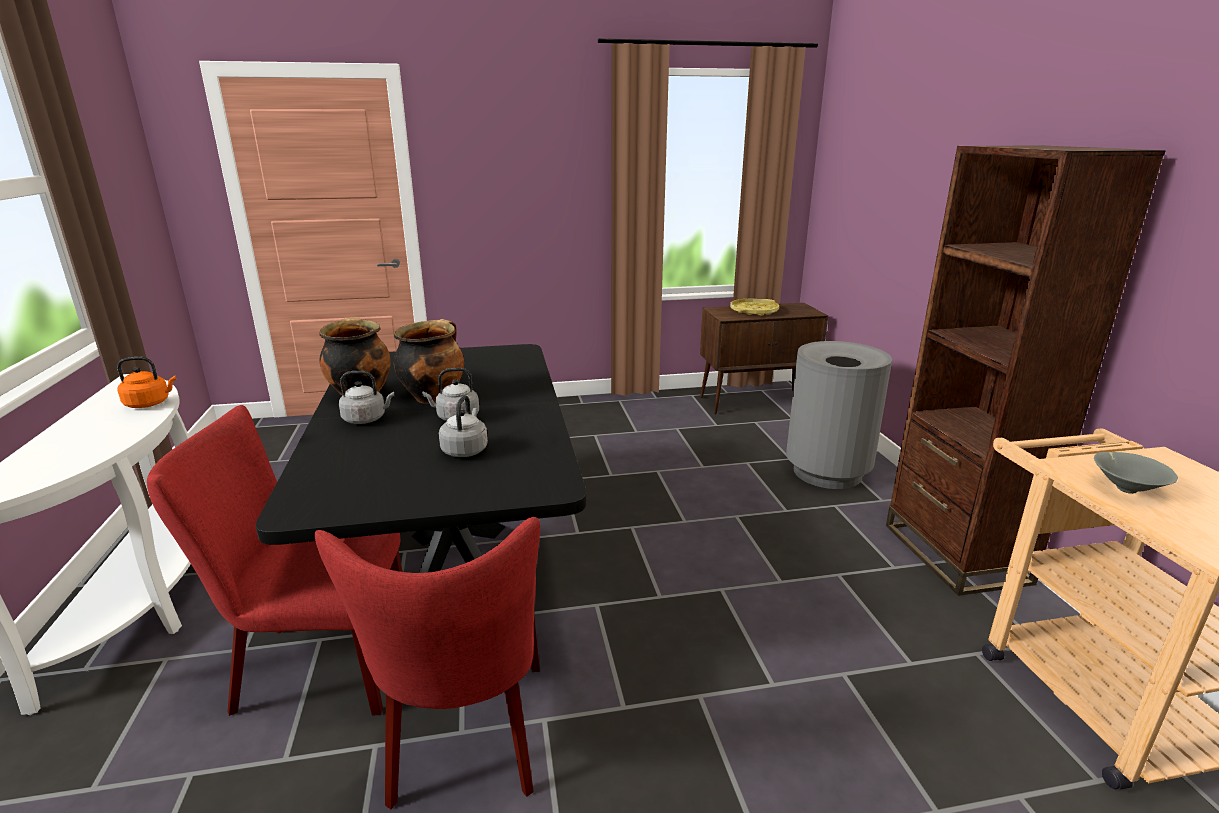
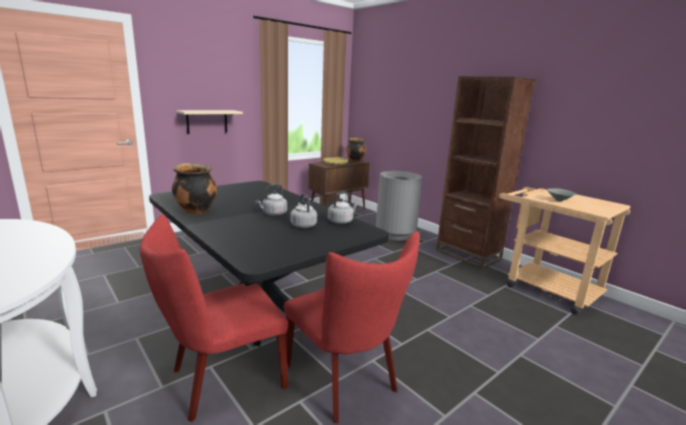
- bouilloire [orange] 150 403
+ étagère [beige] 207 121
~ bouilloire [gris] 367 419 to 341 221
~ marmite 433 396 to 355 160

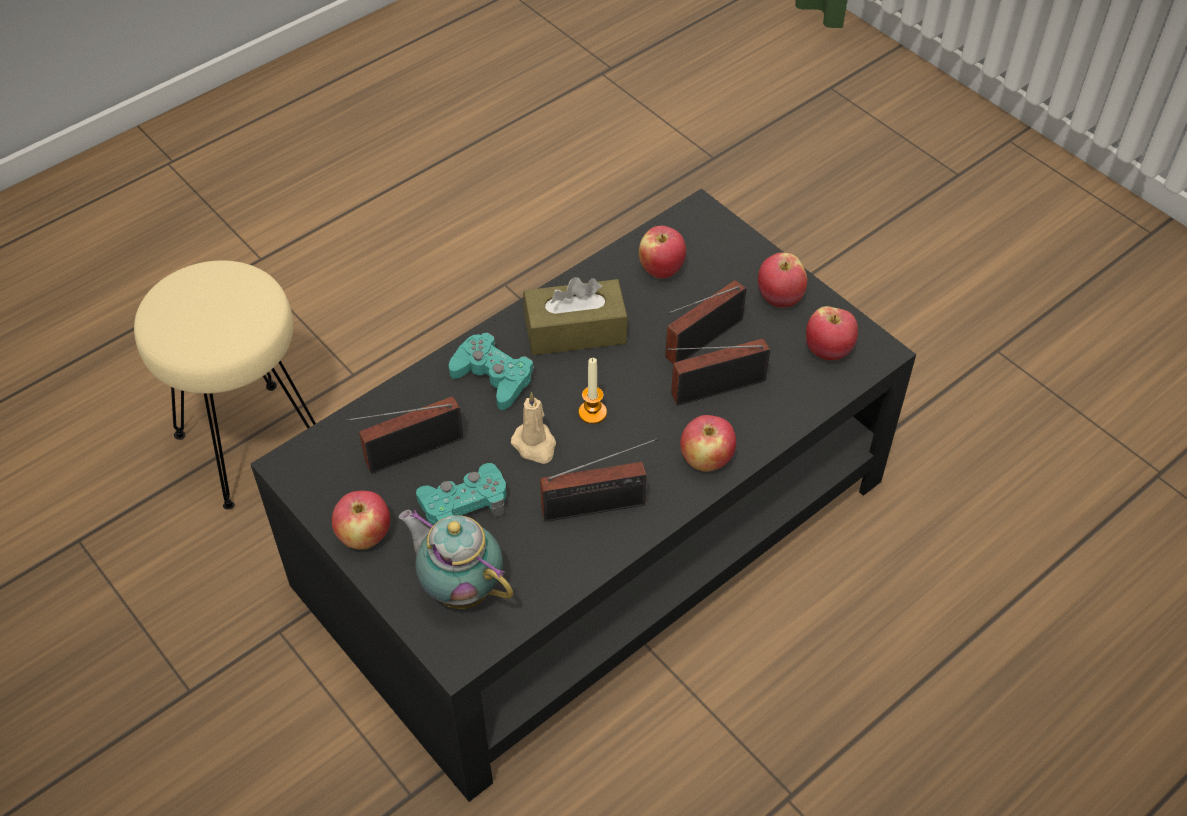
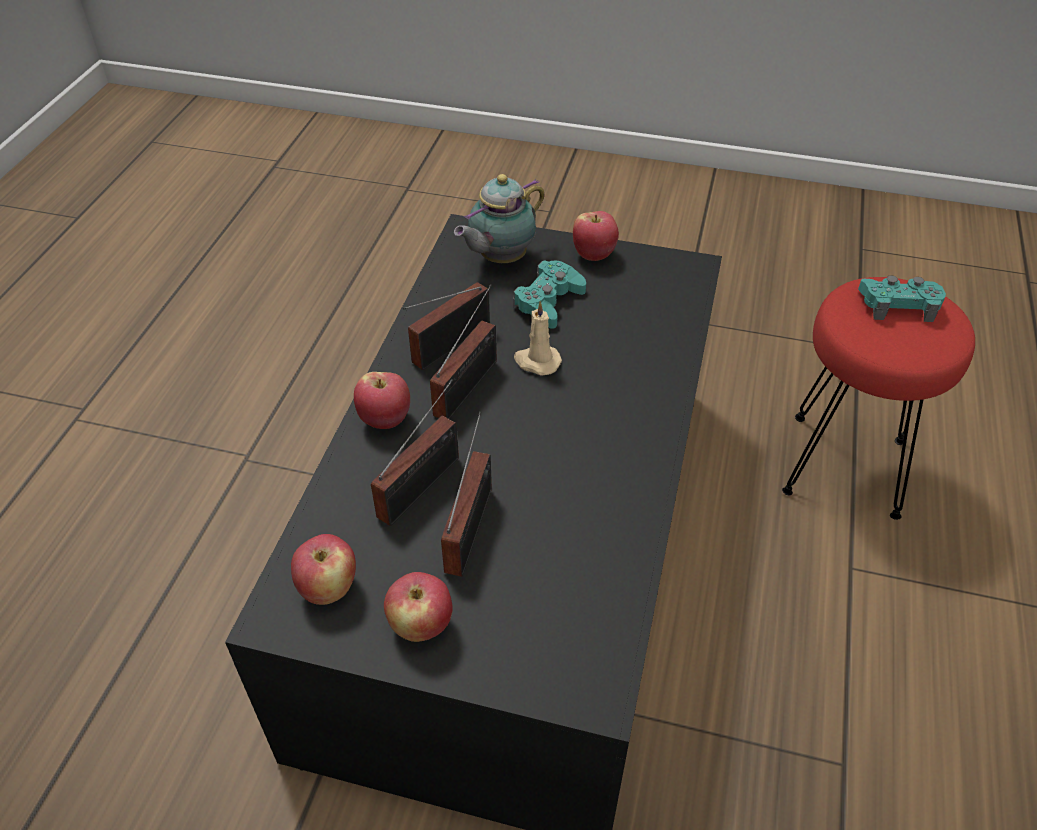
- boîte à mouchoirs [marron] 575 331
- bougie 592 412
- pomme 661 269
~ radio 408 451 to 469 385
~ manette [turquoise] 493 377 to 898 305
~ tabouret [beige] 252 446 to tabouret [rouge] 842 465
~ théière 460 587 = 500 259 135 degrees clockwise

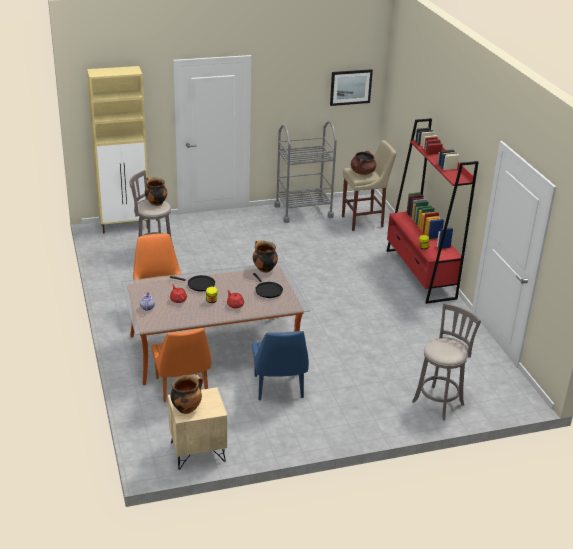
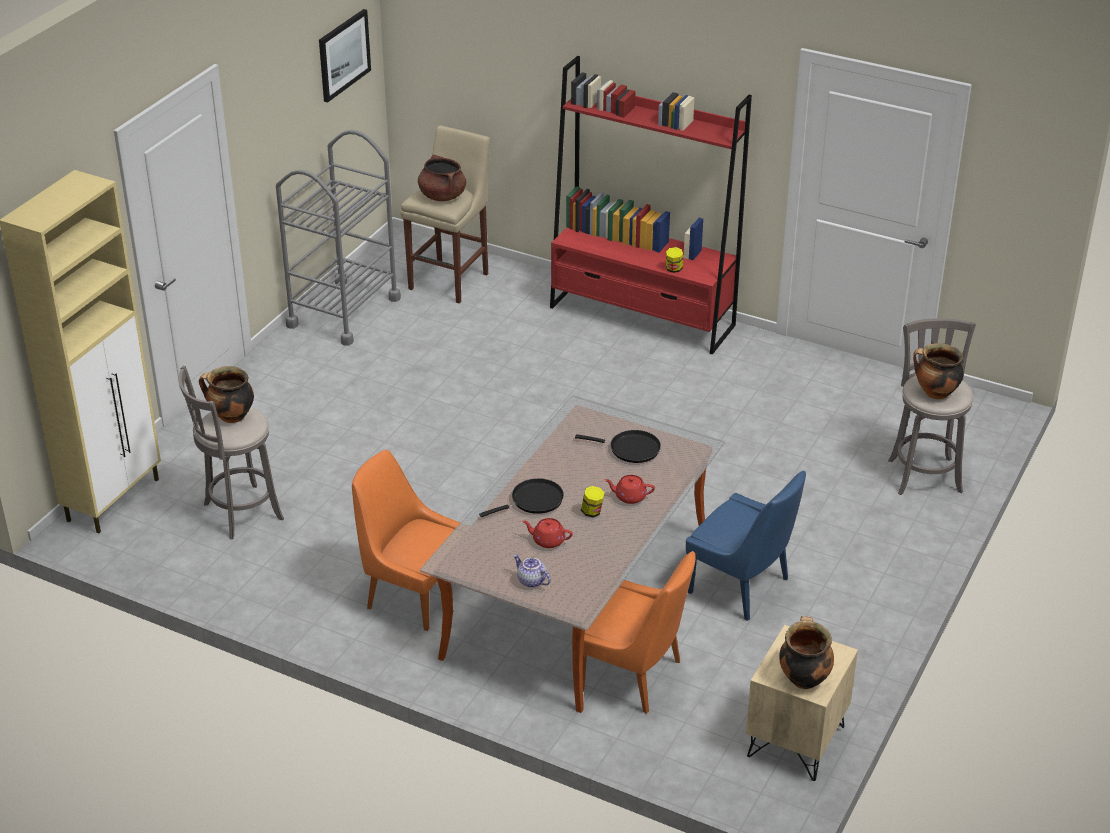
~ marmite 264 269 to 935 393

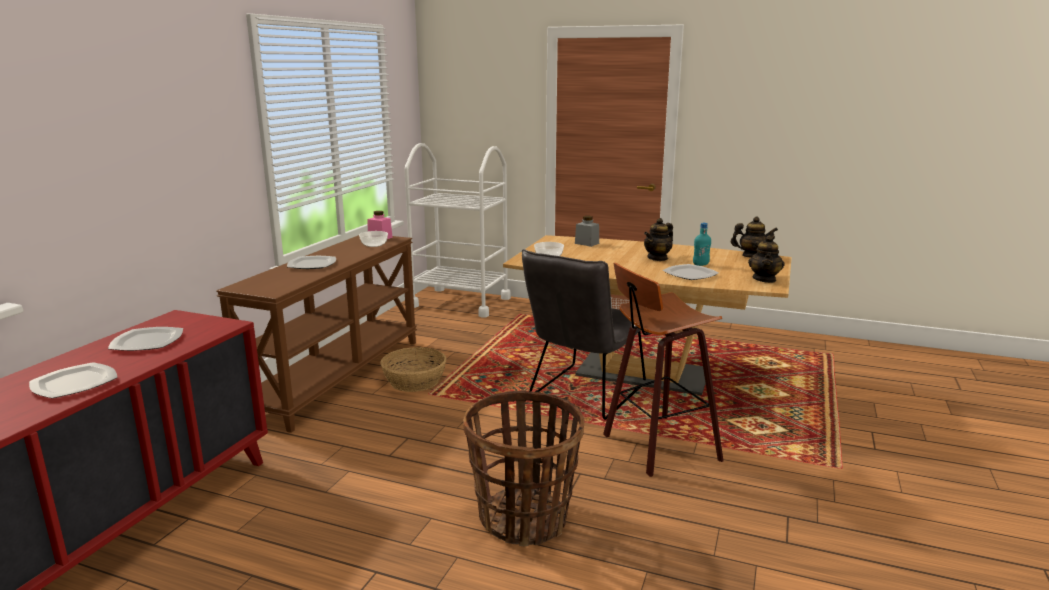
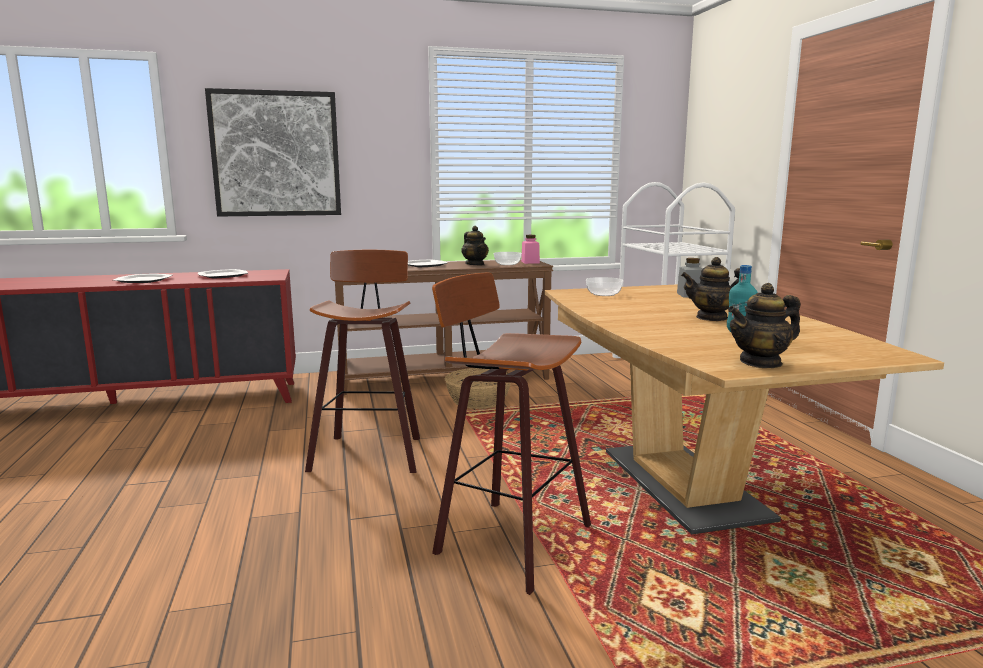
- panier 524 519
- chaise [gris] 583 394
- assiette 690 274
+ tableau 276 154
+ tabouret 369 452
~ théière 752 256 to 475 264

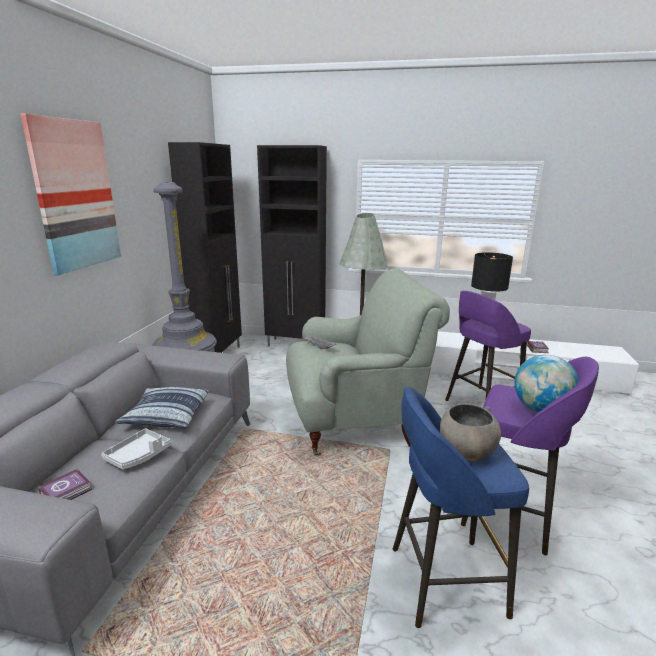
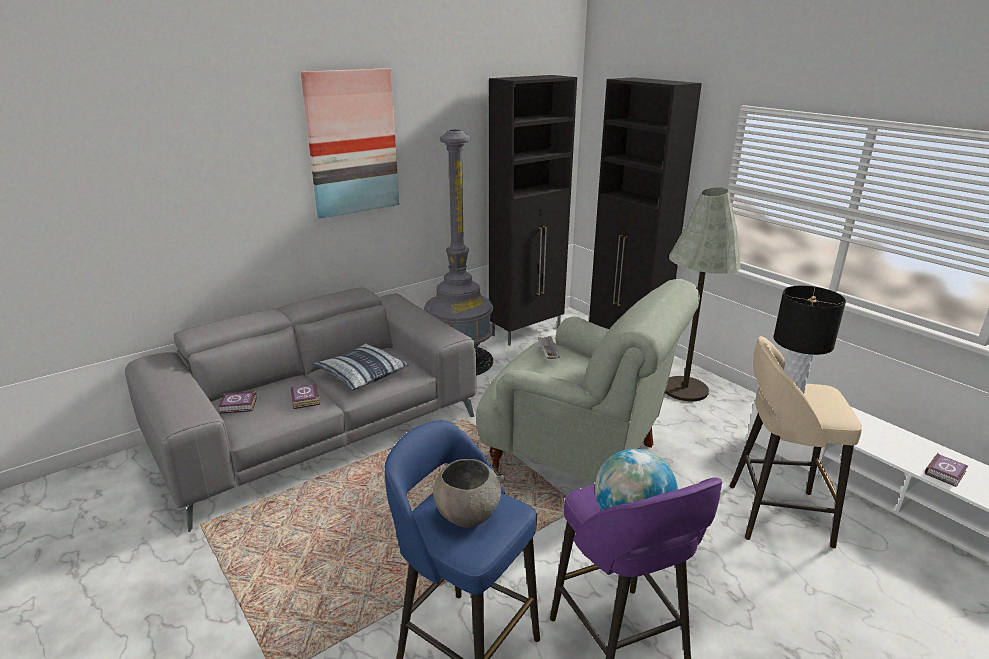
~ plateau [gris] 139 456 to livre 304 399
~ tabouret [violet] 480 405 to tabouret [beige] 775 514

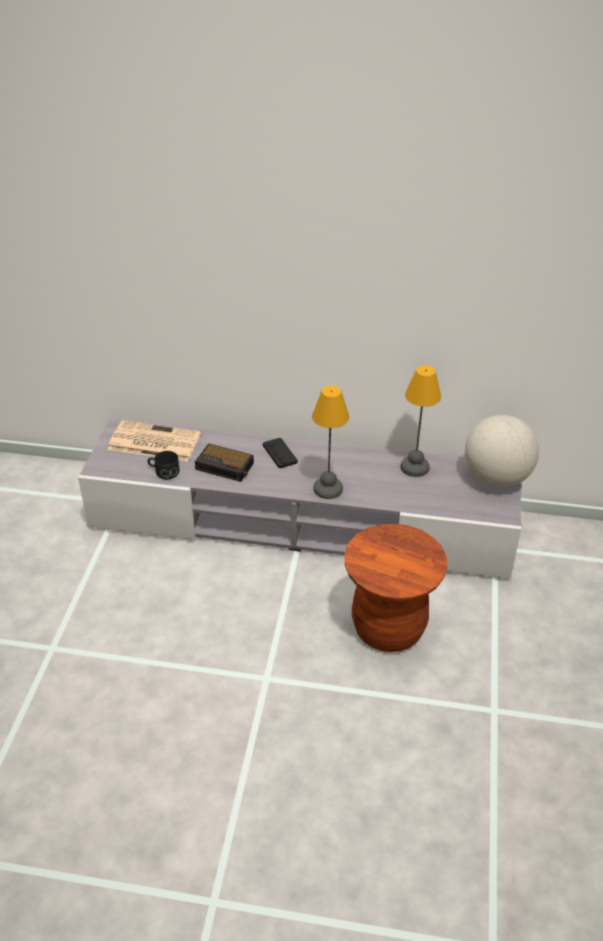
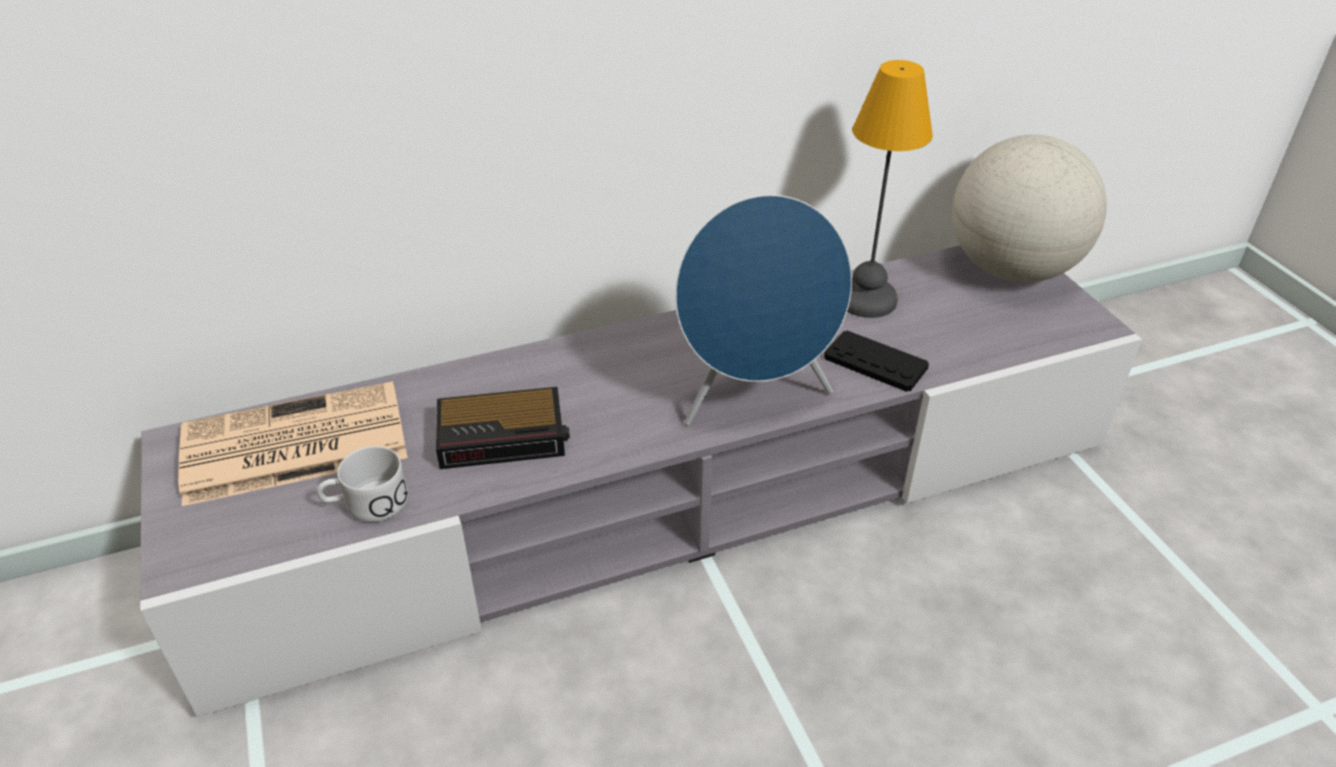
- tabouret [marron] 388 628
~ manette [noir] 279 454 to 875 362
~ lampe de table 328 488 to enceinte [bleu] 754 398
~ mug [noir] 163 472 to mug [blanc] 366 504

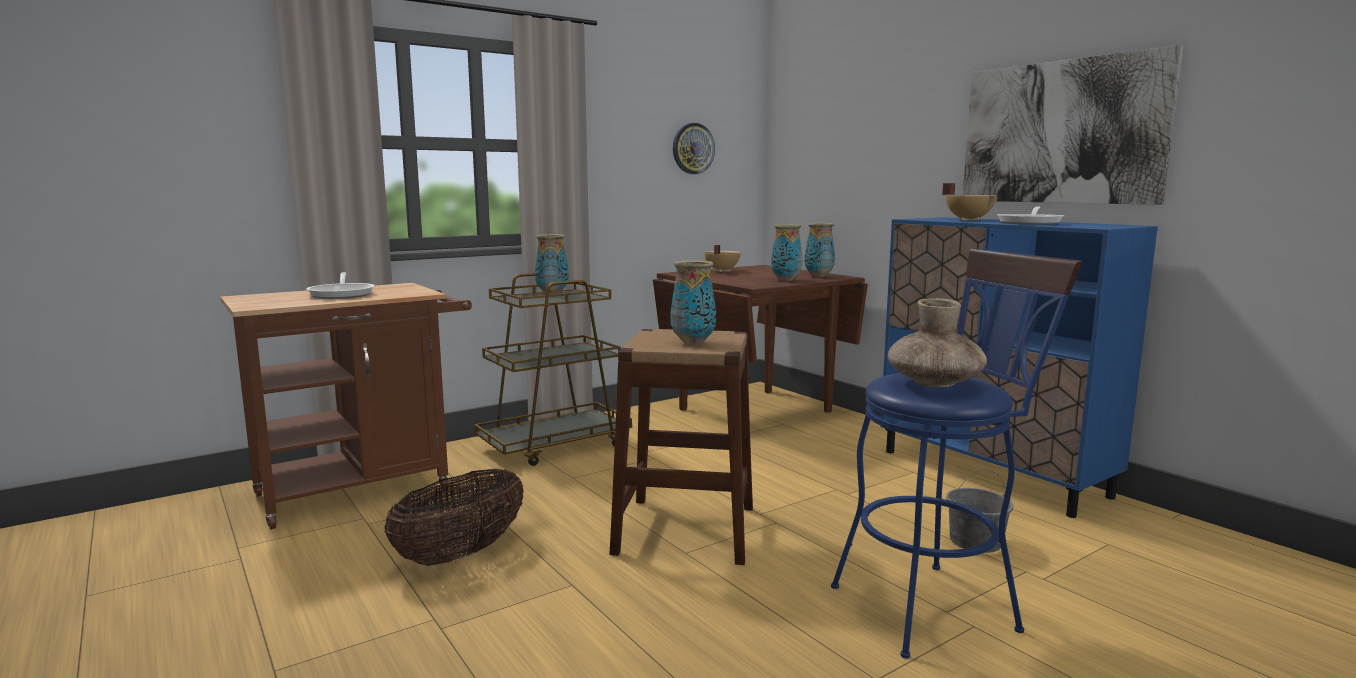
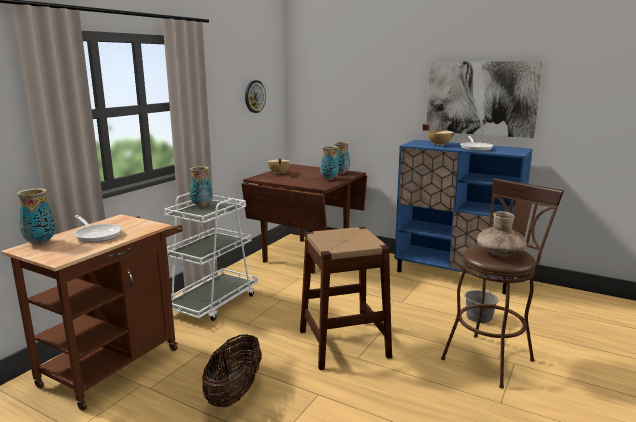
~ vase 693 342 to 40 243
~ chariot [marron] 555 445 to chariot [blanc] 212 302
~ tabouret [bleu] 935 604 to tabouret [marron] 491 356

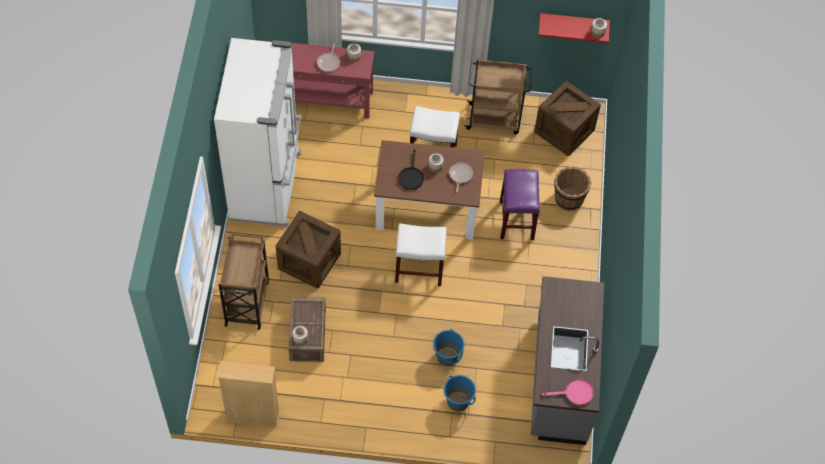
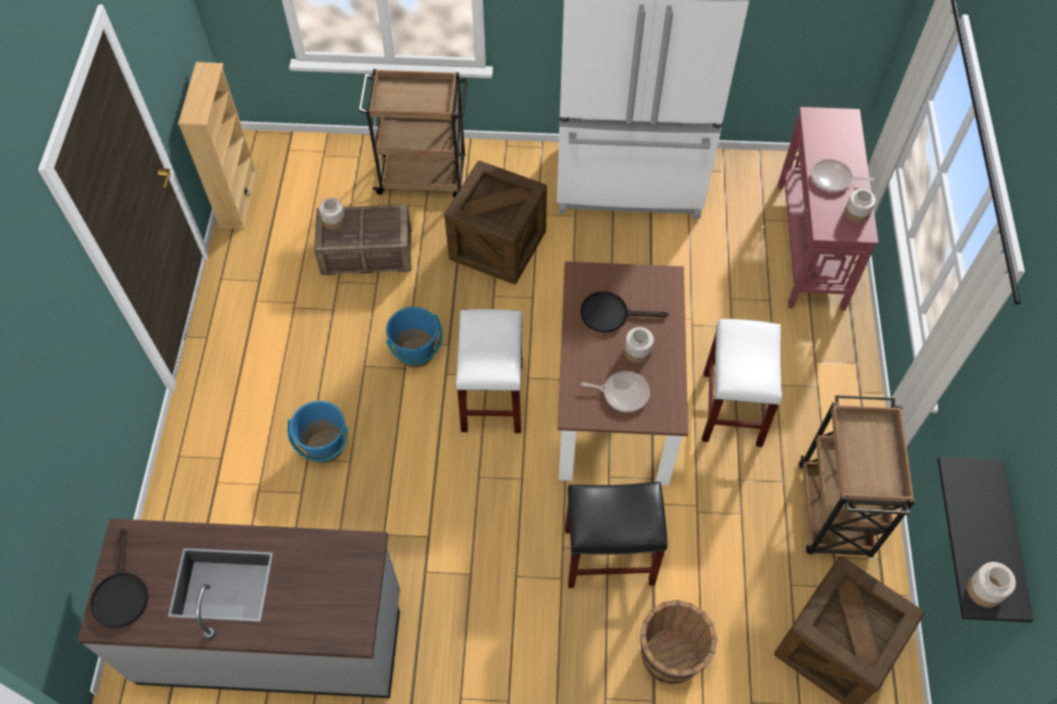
~ seau [bleu] 458 401 to 416 353
~ tabouret [violet] 517 220 to tabouret [noir] 608 556
~ étagère [rouge] 573 23 to étagère [noir] 1007 546
~ poêle [rose] 574 393 to poêle [noir] 121 593

